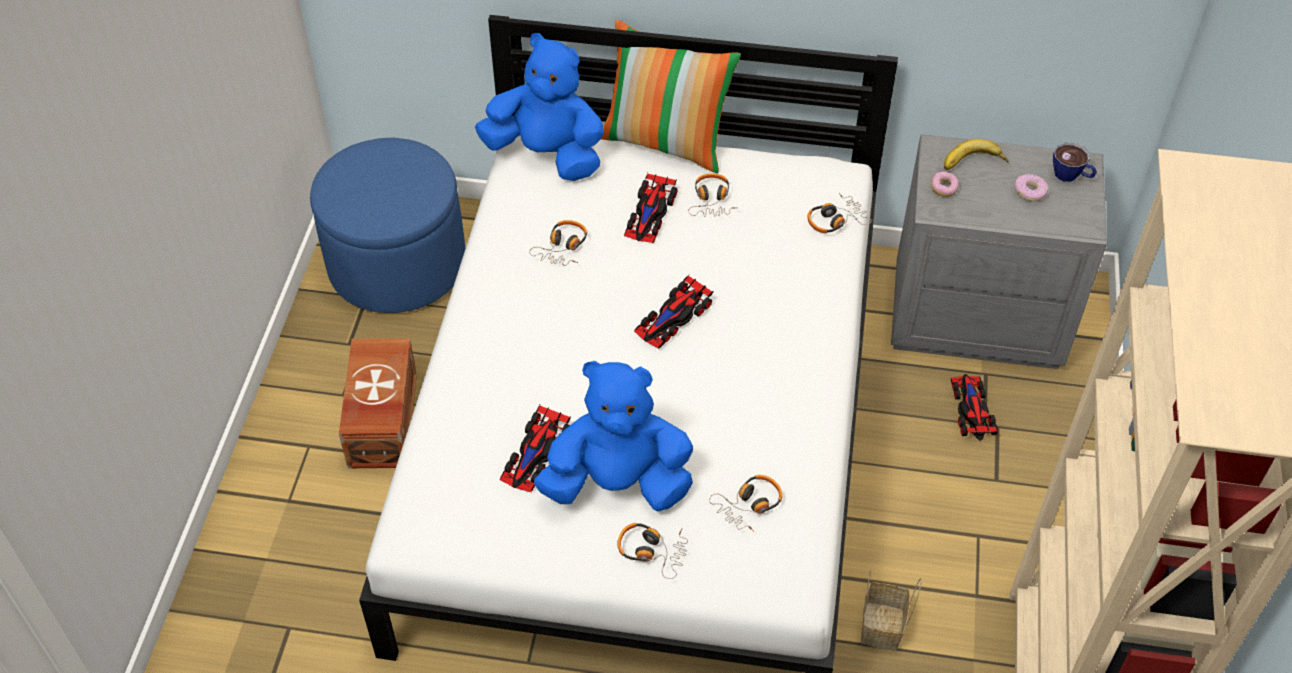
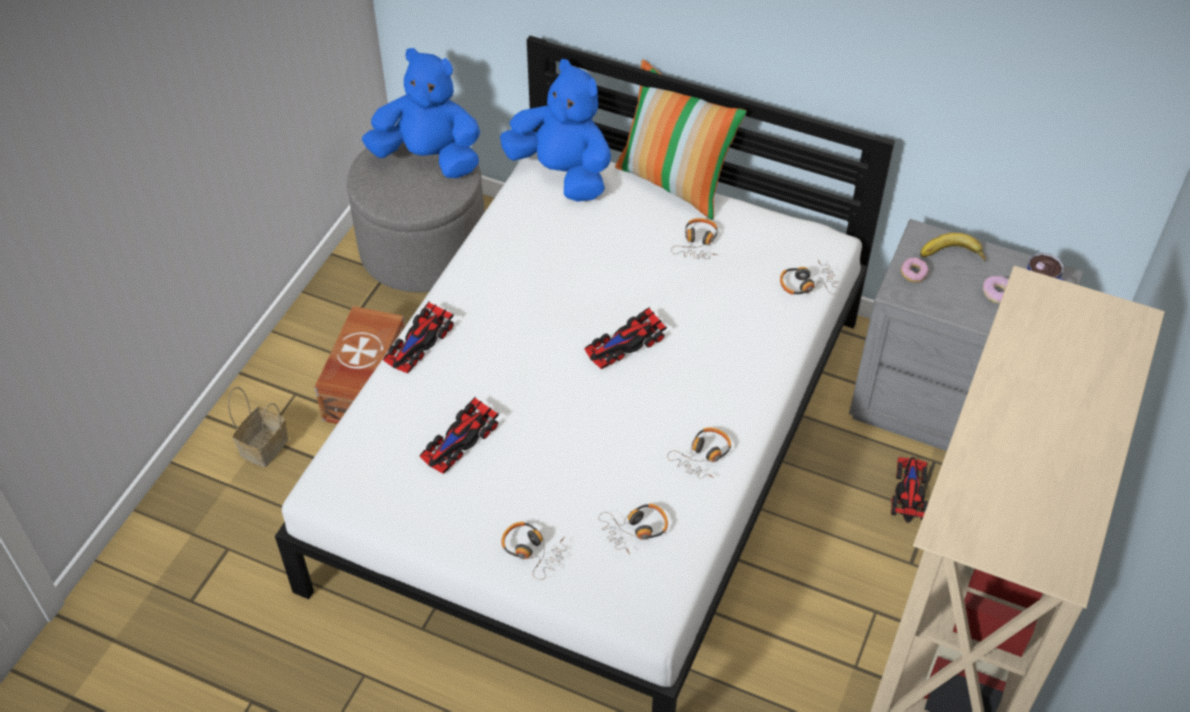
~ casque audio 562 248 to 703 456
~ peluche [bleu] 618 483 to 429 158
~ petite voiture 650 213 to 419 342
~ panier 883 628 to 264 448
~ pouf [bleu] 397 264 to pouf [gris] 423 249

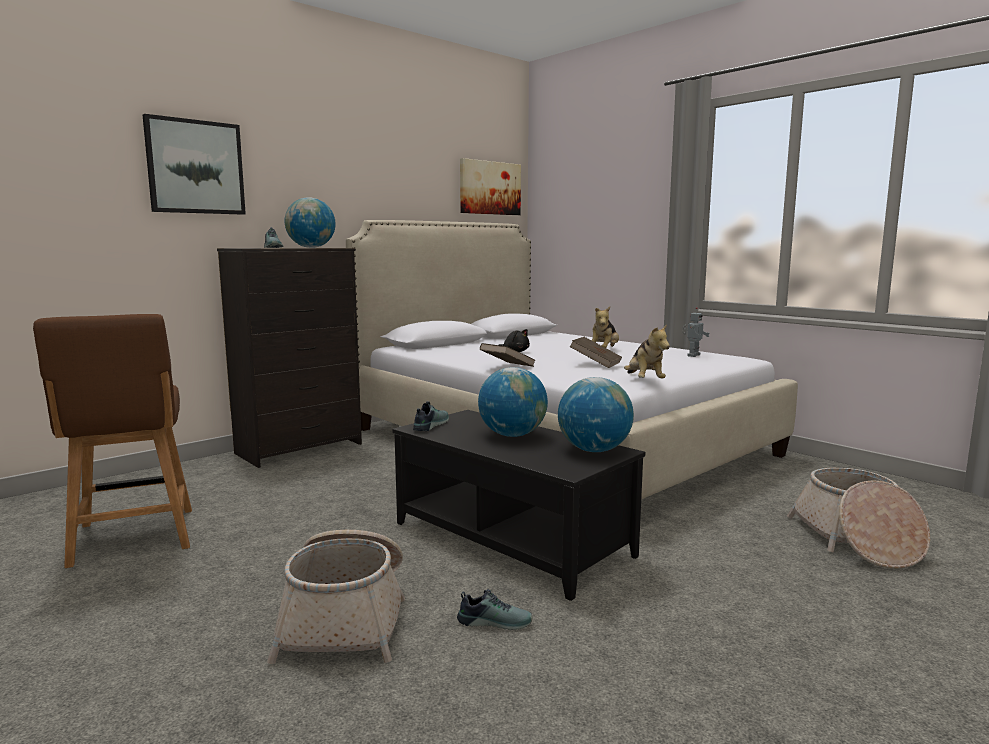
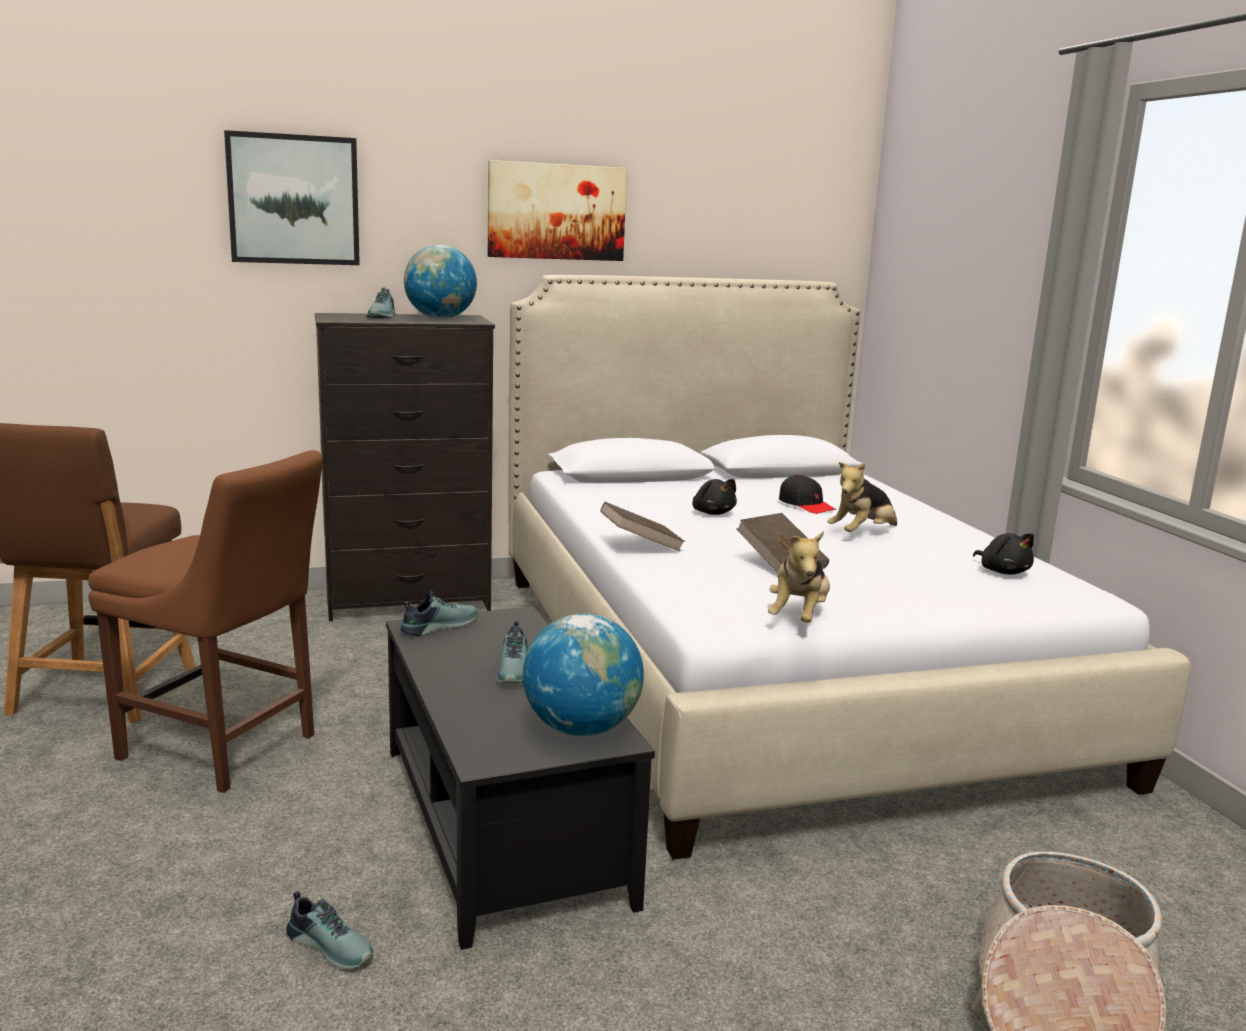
- panier 346 618
+ chaise [marron] 224 749
+ casquette [noir] 806 505
~ tableau 489 188 to 556 212
~ globe 512 435 to chaussure 516 670
~ robot jouet 692 355 to peluche [noir] 1003 571

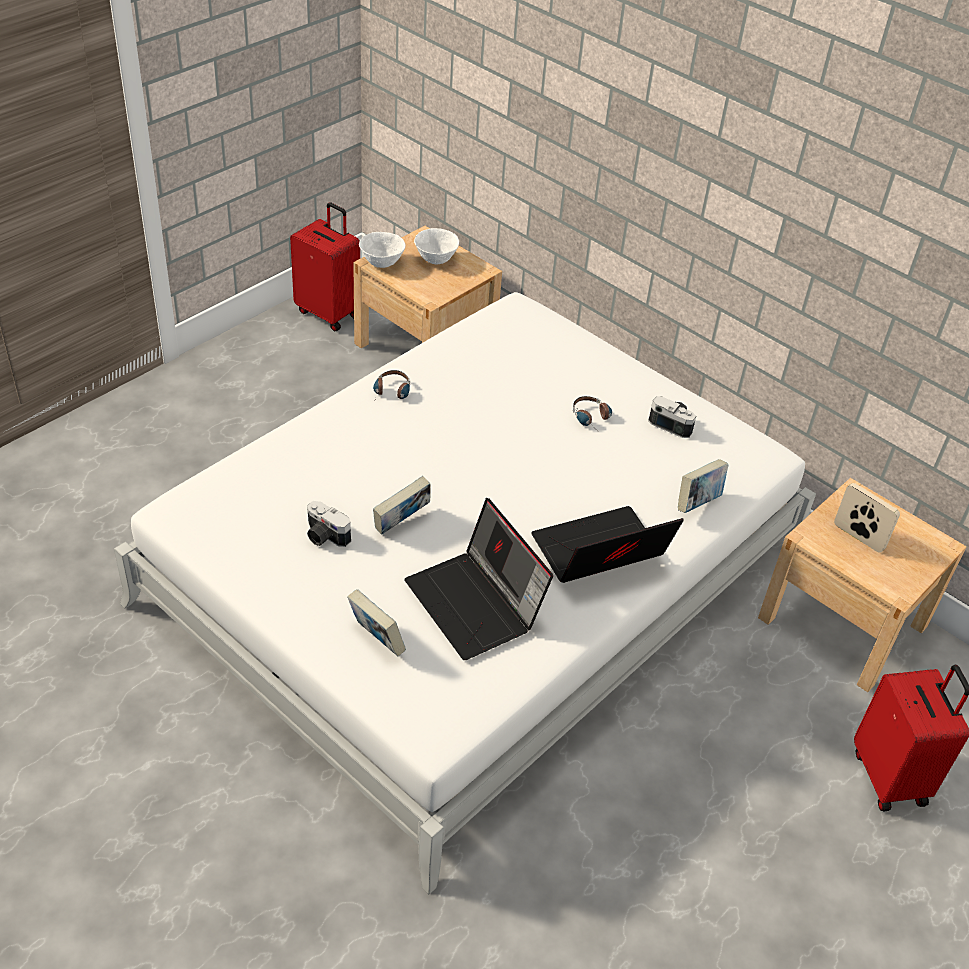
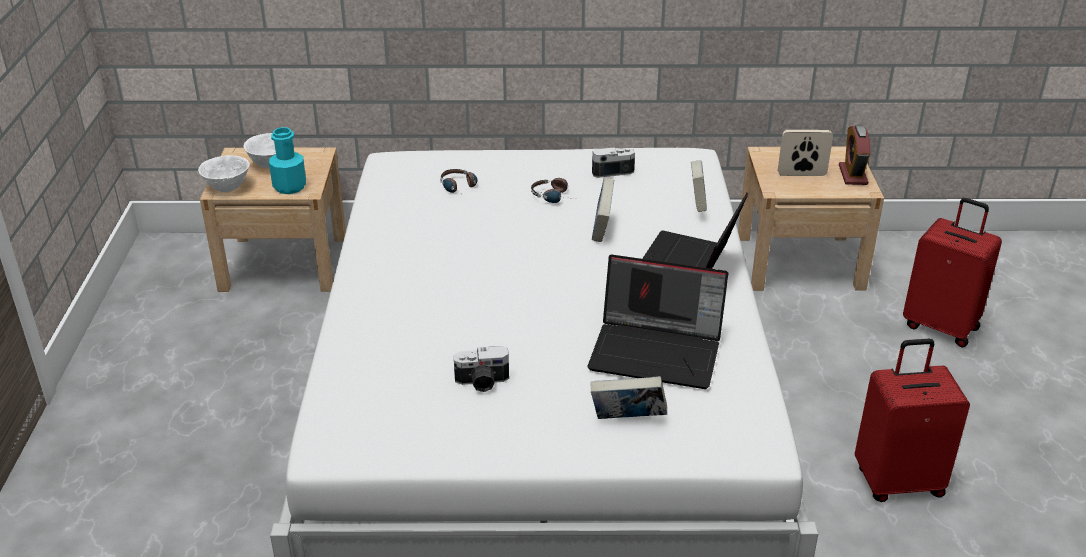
+ bouteille [turquoise] 289 186
+ réveil 852 175
~ valise [rouge] 329 313 to 897 481
~ casque audio 391 393 to 460 188
~ livre 401 523 to 602 229

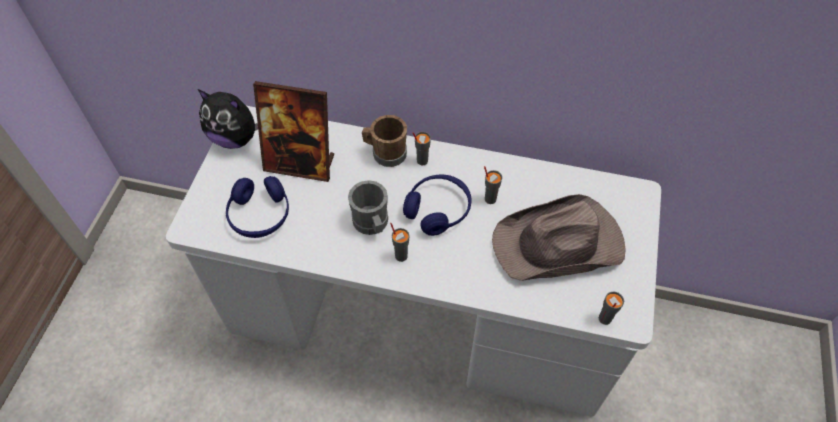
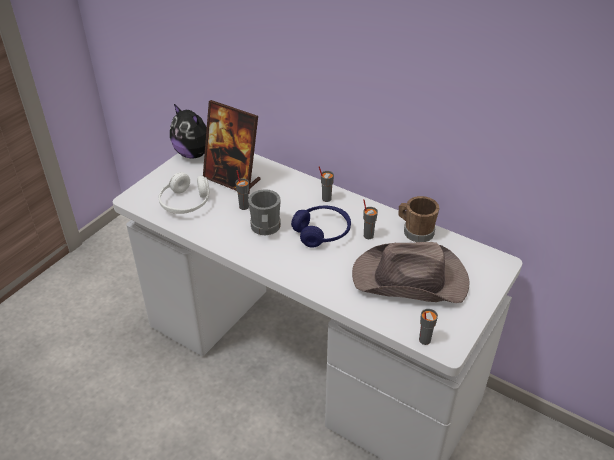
~ mug [marron] 385 153 to 415 231
~ tasse [gris] 401 256 to 244 206
~ casque audio [bleu] 260 214 to casque audio [blanc] 185 203

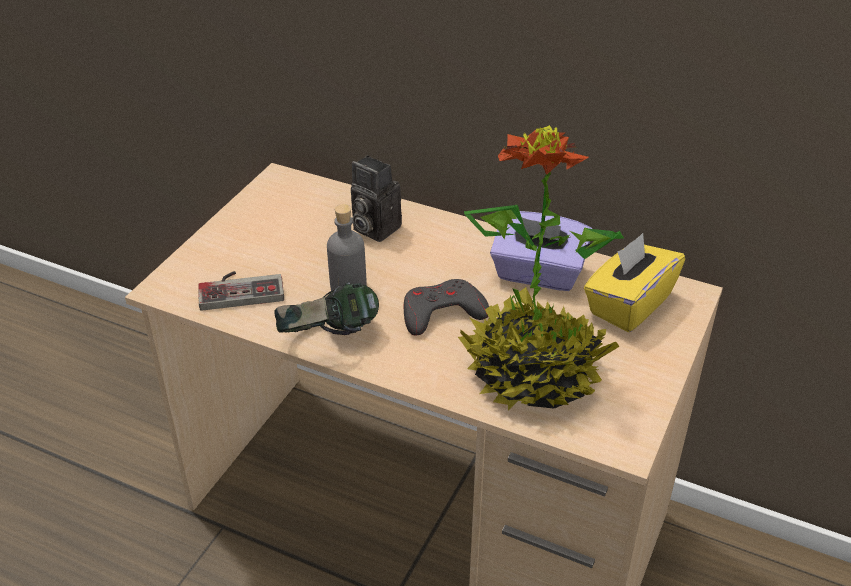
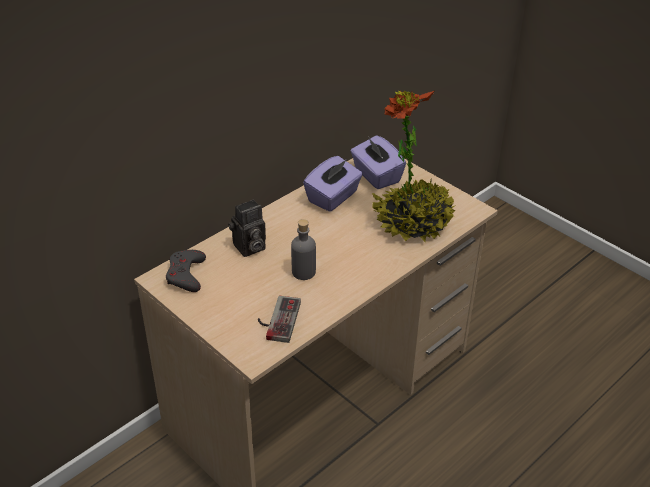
- casque audio 329 339
~ manette [gris] 442 313 to 186 274
~ boîte à mouchoirs [jaune] 628 305 to boîte à mouchoirs [violet] 376 176

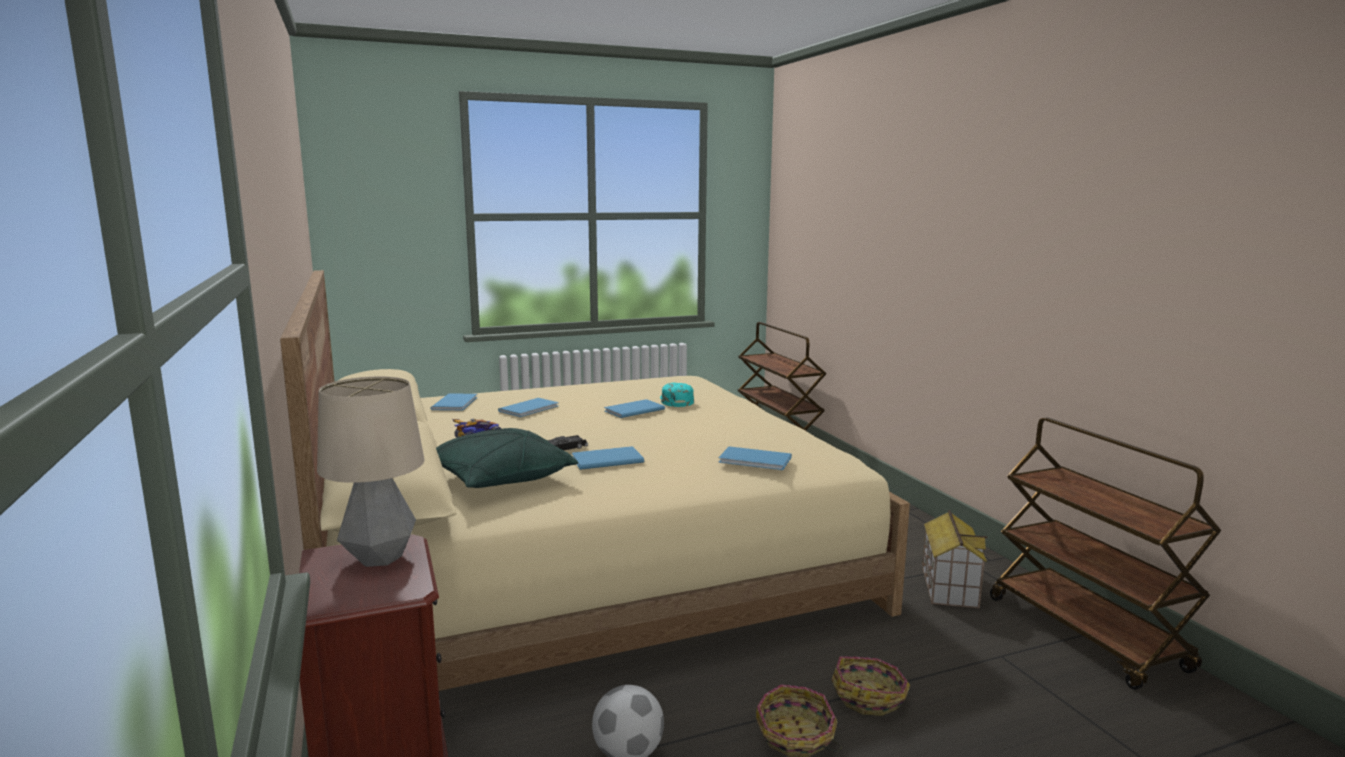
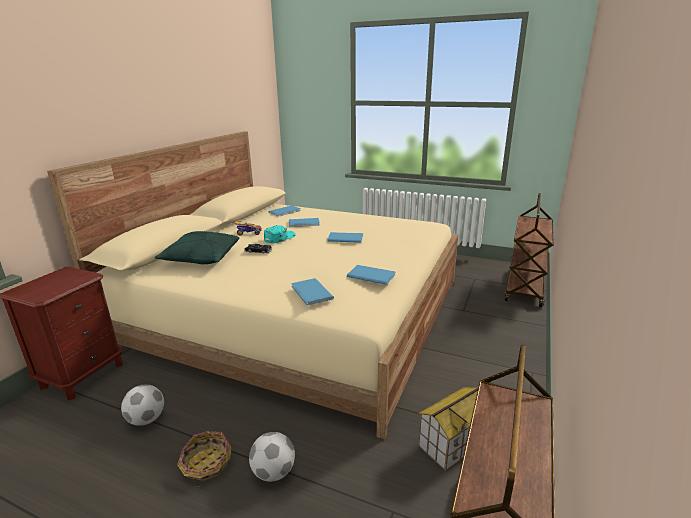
- lampe de table 380 557
~ livre [bleu] 605 459 to 370 275
~ casquette [turquoise] 675 401 to 279 237
~ panier 869 696 to ballon de foot 273 472

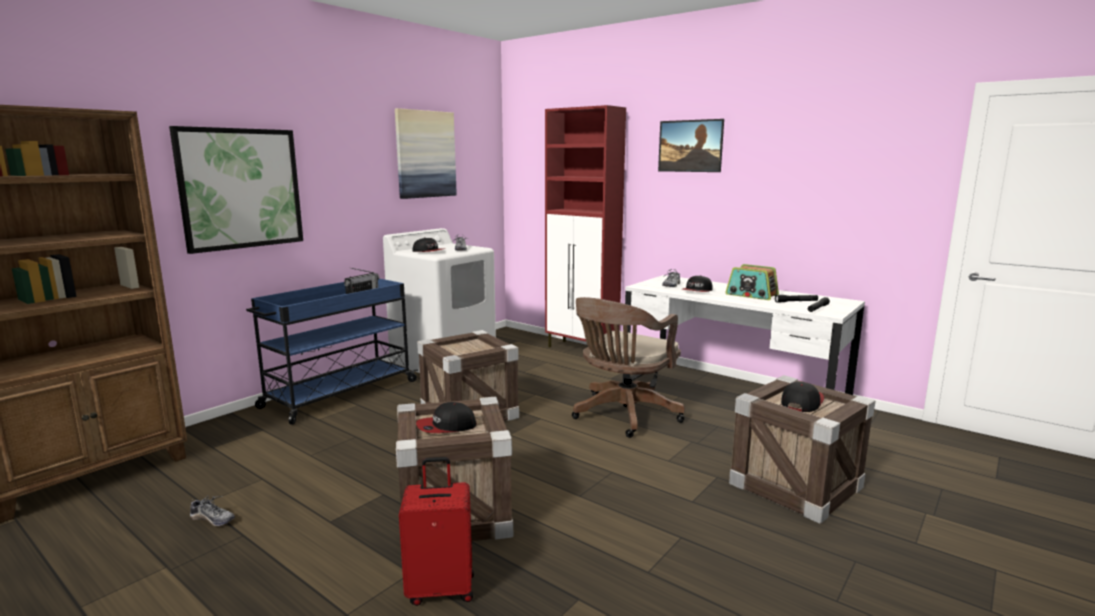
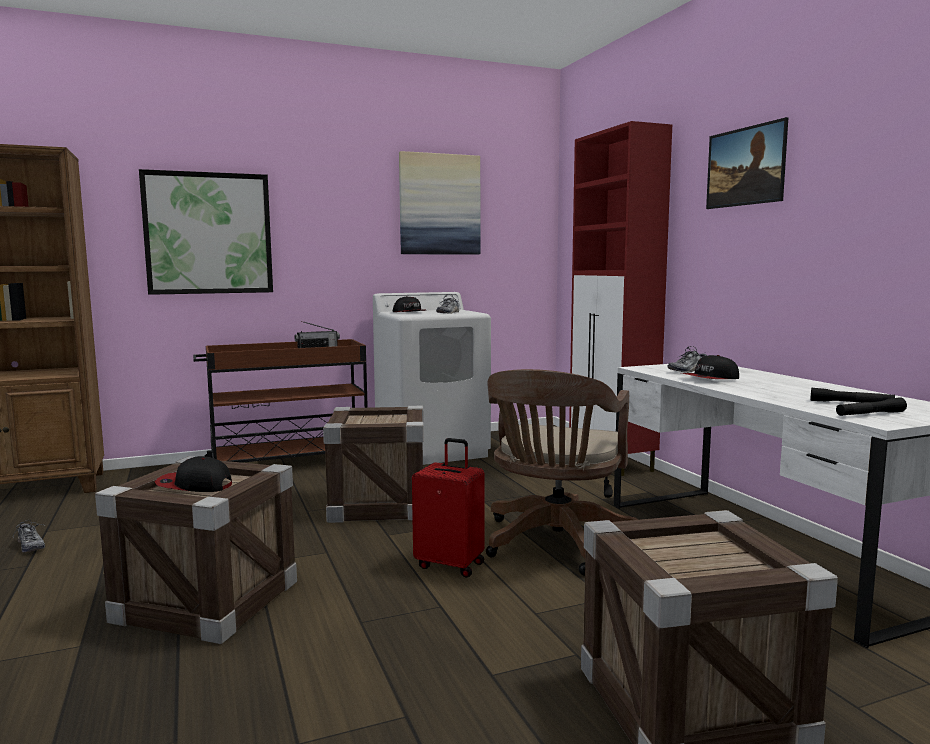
- radio 751 295
- casquette 801 402
~ valise [rouge] 441 588 to 451 564
~ chariot [bleu] 339 394 to chariot [marron] 288 463
~ chaise de bureau [marron] 623 415 = 555 544 45 degrees counterclockwise

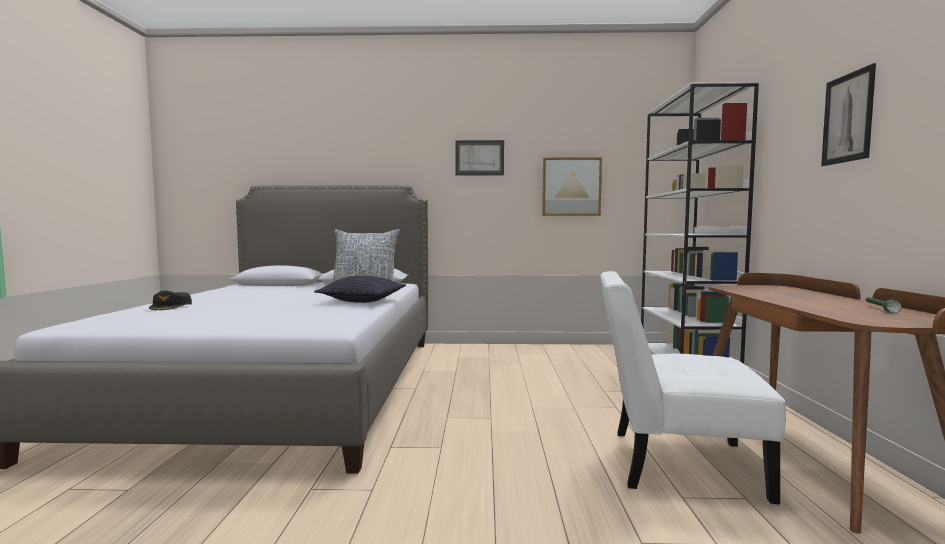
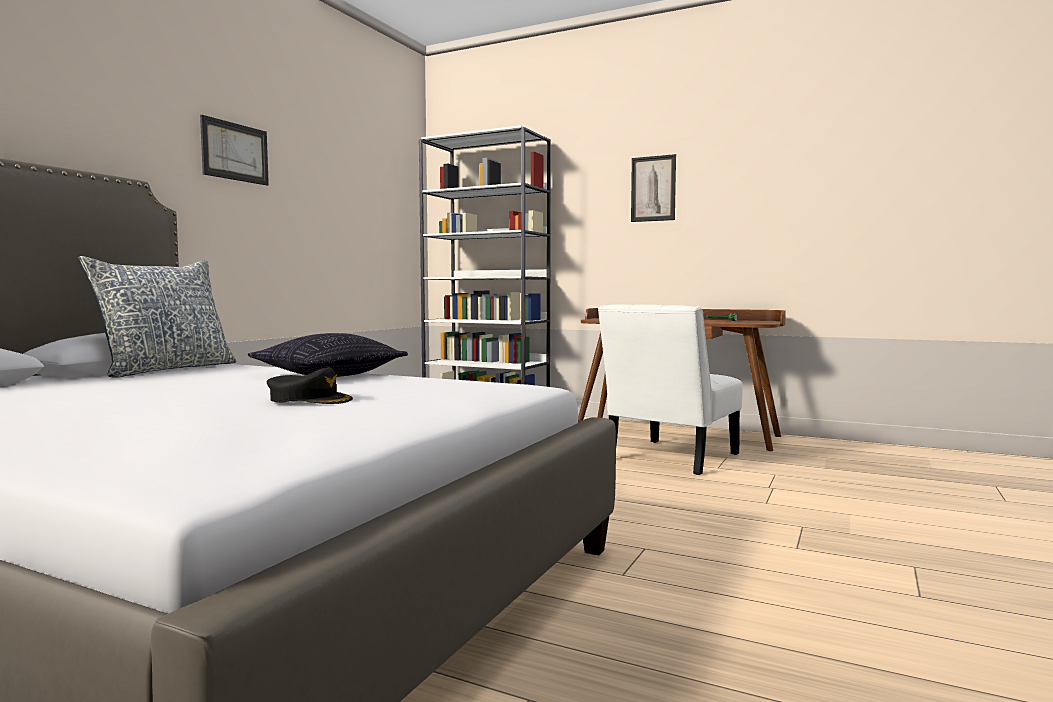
- tableau 571 187
~ casquette [noir] 171 306 to 310 399

